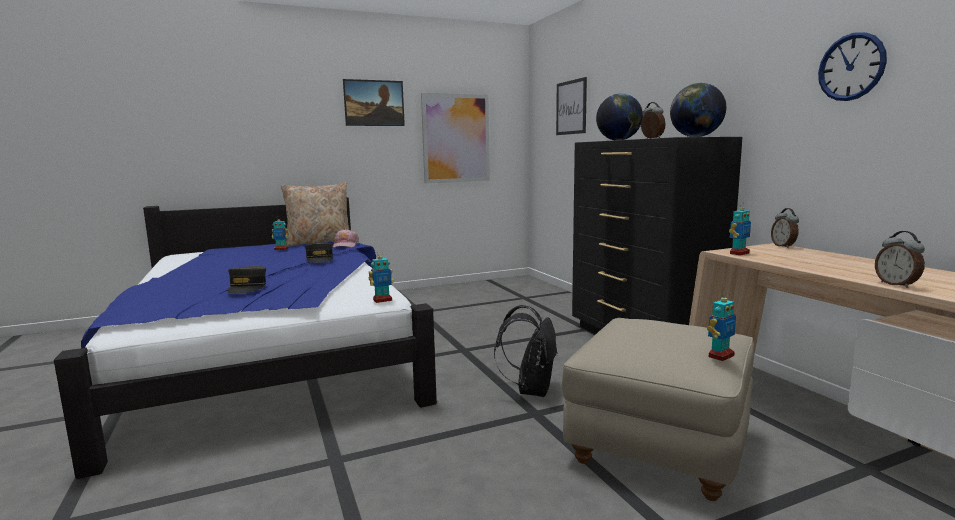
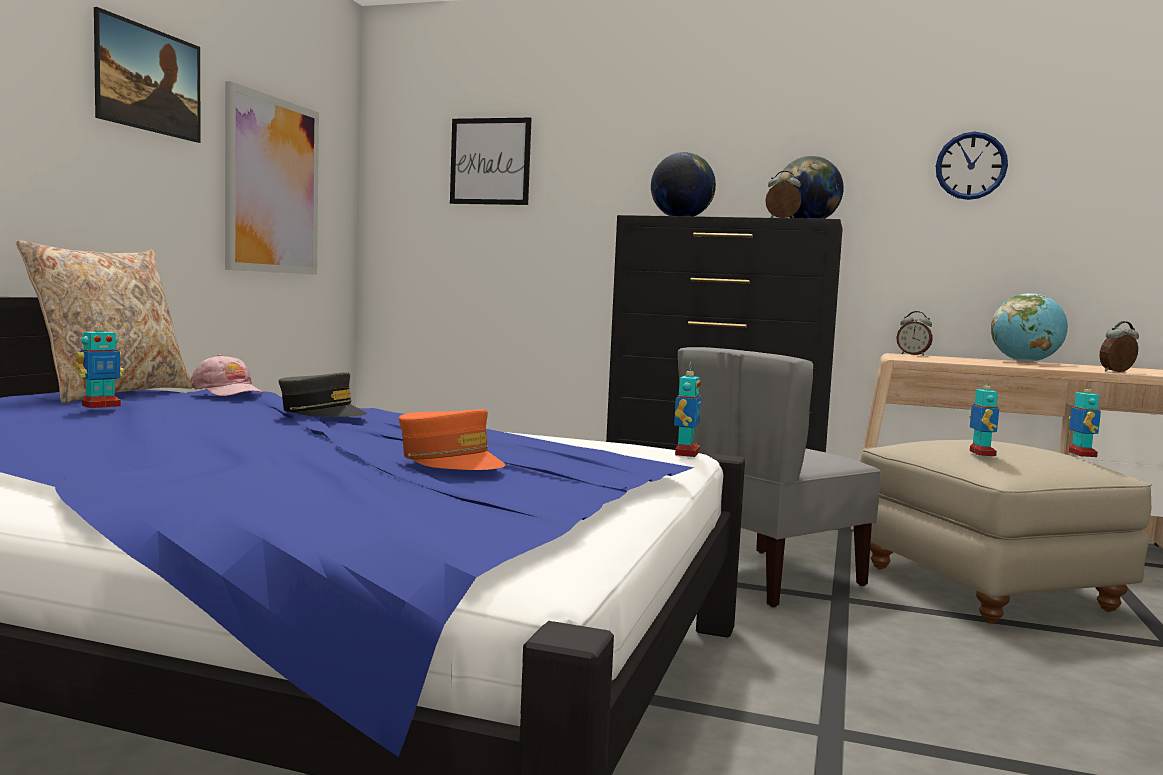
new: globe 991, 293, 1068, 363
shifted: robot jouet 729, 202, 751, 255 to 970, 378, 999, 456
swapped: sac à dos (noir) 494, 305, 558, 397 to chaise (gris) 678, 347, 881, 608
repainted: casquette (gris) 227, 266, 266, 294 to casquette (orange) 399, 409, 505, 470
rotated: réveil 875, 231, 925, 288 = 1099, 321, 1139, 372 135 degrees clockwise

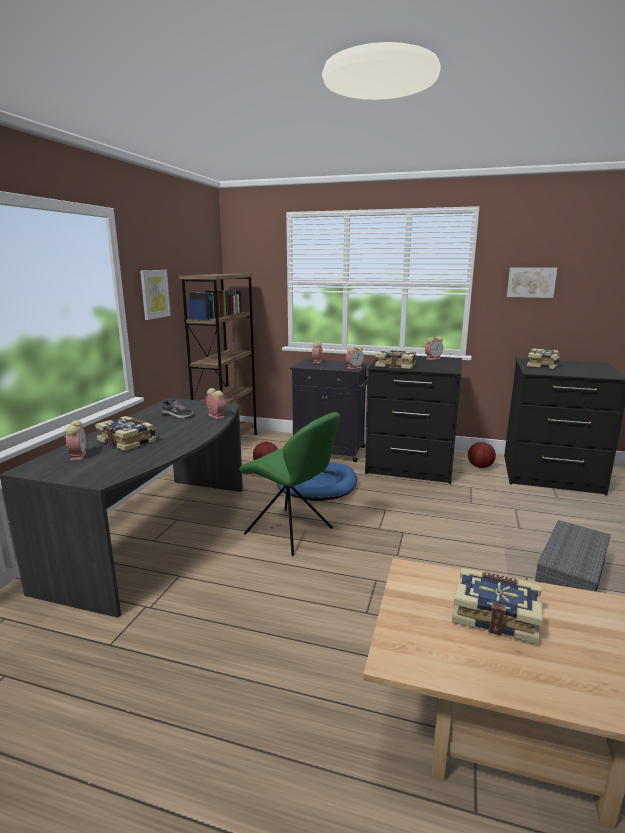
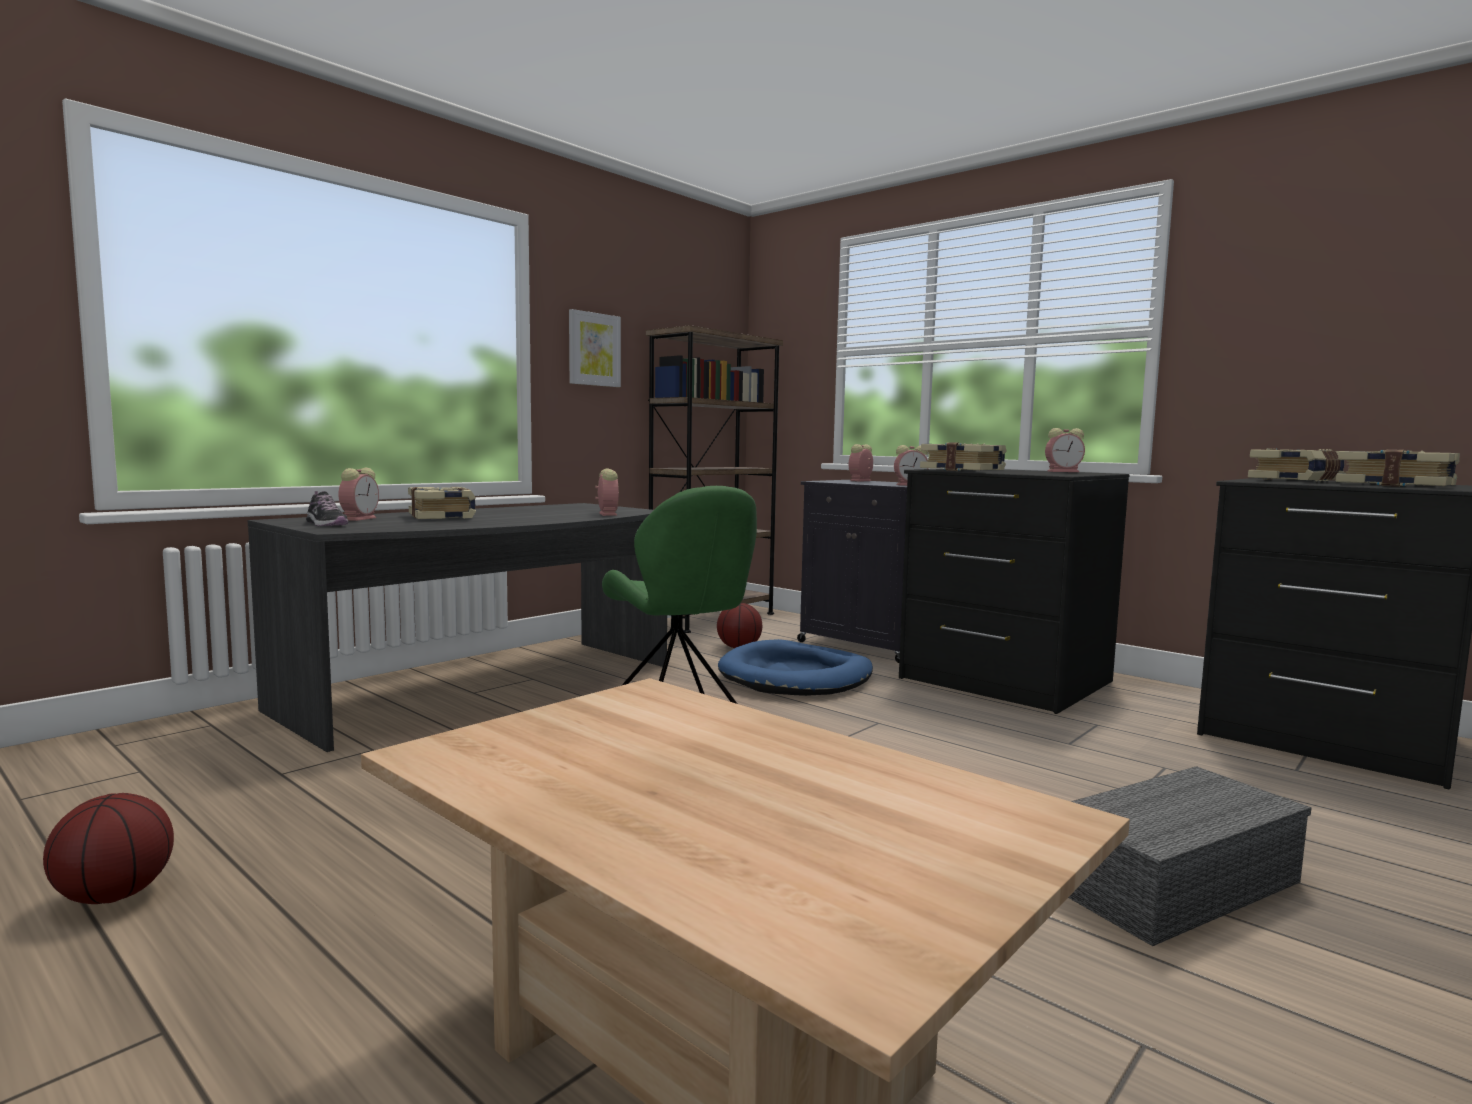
gone: tableau 507, 267, 557, 298
shifted: chaussure 161, 399, 195, 418 to 306, 491, 349, 526; ballon de basket 468, 442, 496, 468 to 43, 793, 174, 904; livre 452, 568, 543, 645 to 1336, 449, 1460, 487

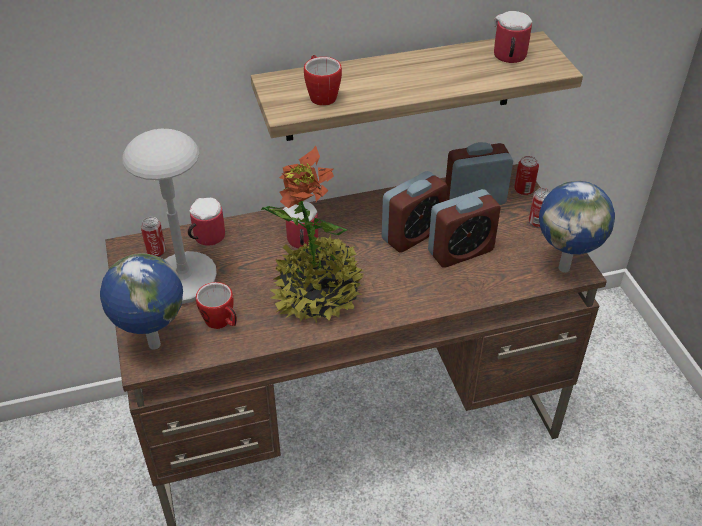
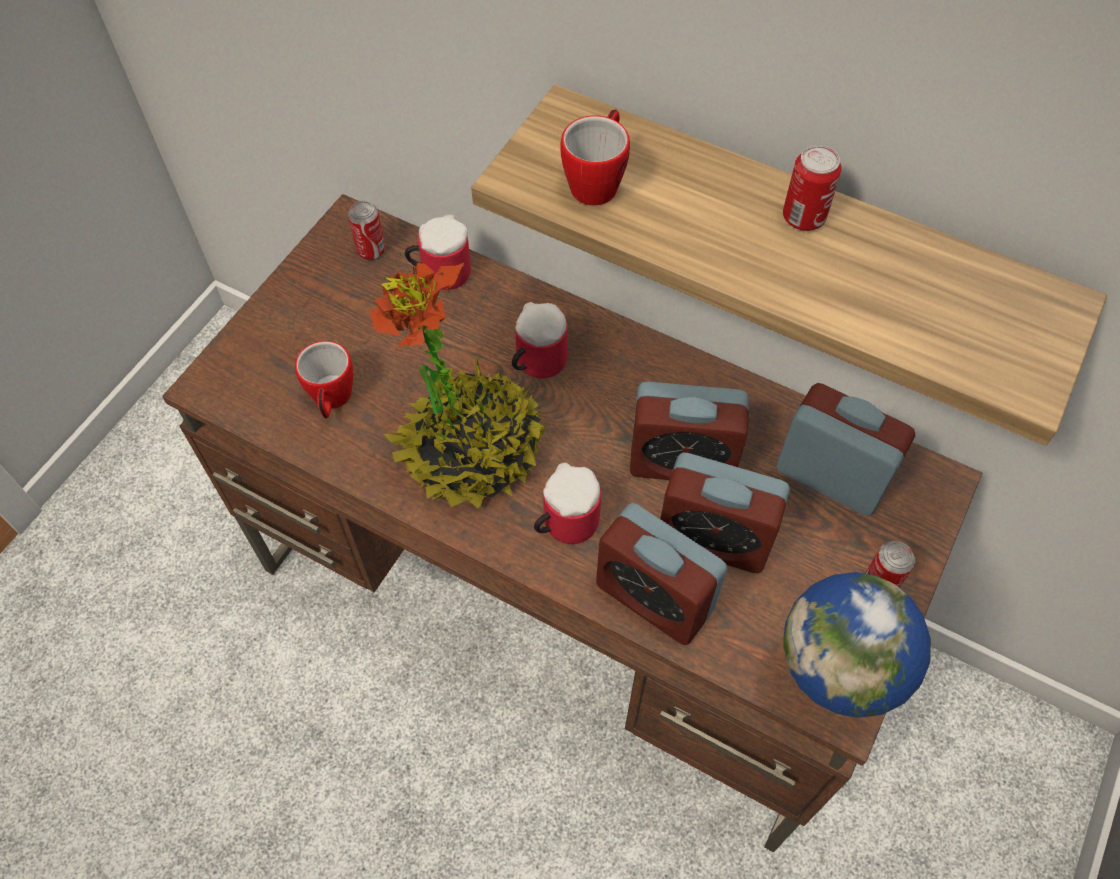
gone: lampe de table (gris) 122, 128, 217, 304; globe 100, 253, 183, 350
new: réveil 596, 503, 728, 645
shifted: mug 494, 11, 532, 63 to 534, 462, 601, 544; boîte métallique 514, 156, 539, 195 to 783, 145, 842, 231

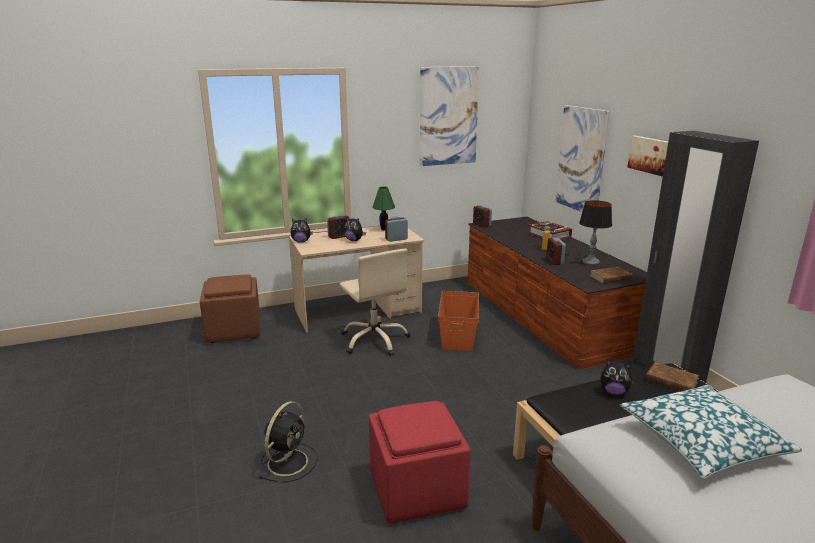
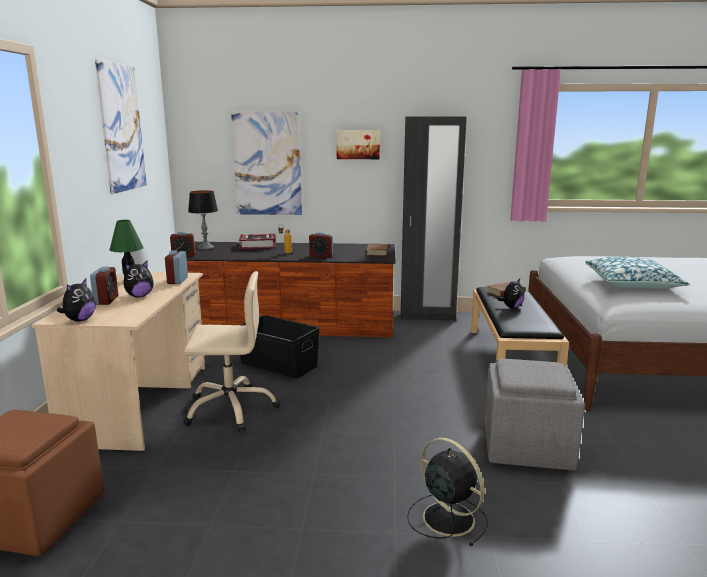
shifted: lampe de table 579, 200, 612, 265 to 188, 190, 218, 250
repainted: boîte de rangement (orange) 438, 291, 479, 351 to boîte de rangement (noir) 240, 315, 320, 378; pouf (rouge) 369, 401, 471, 524 to pouf (gris) 485, 359, 585, 470

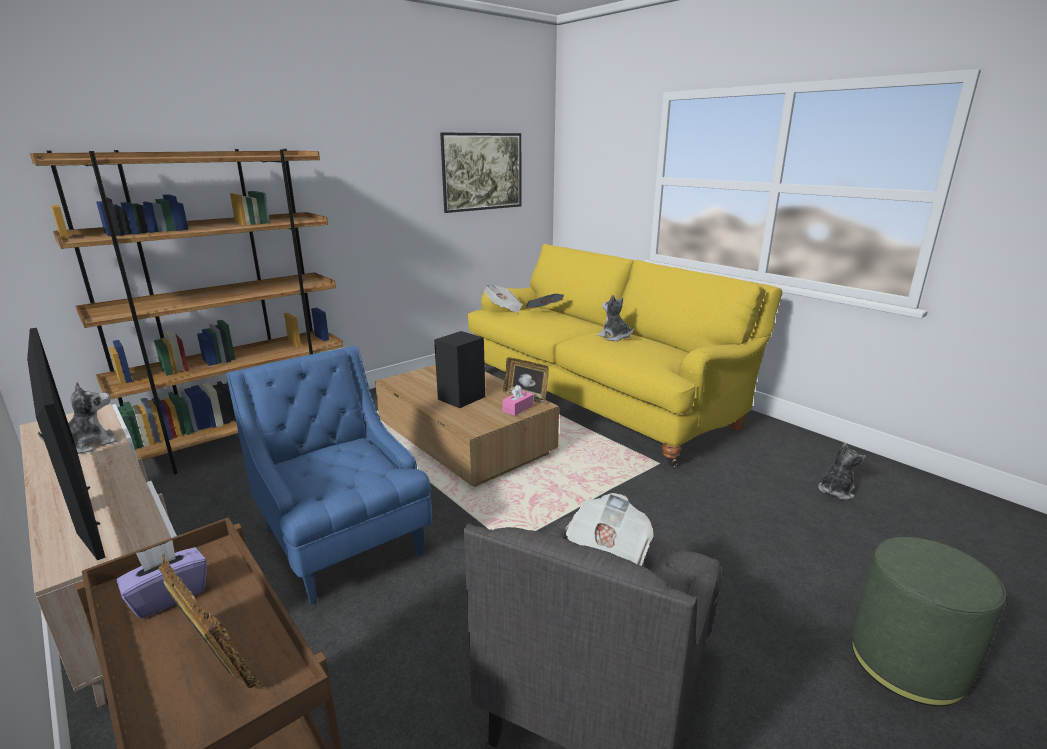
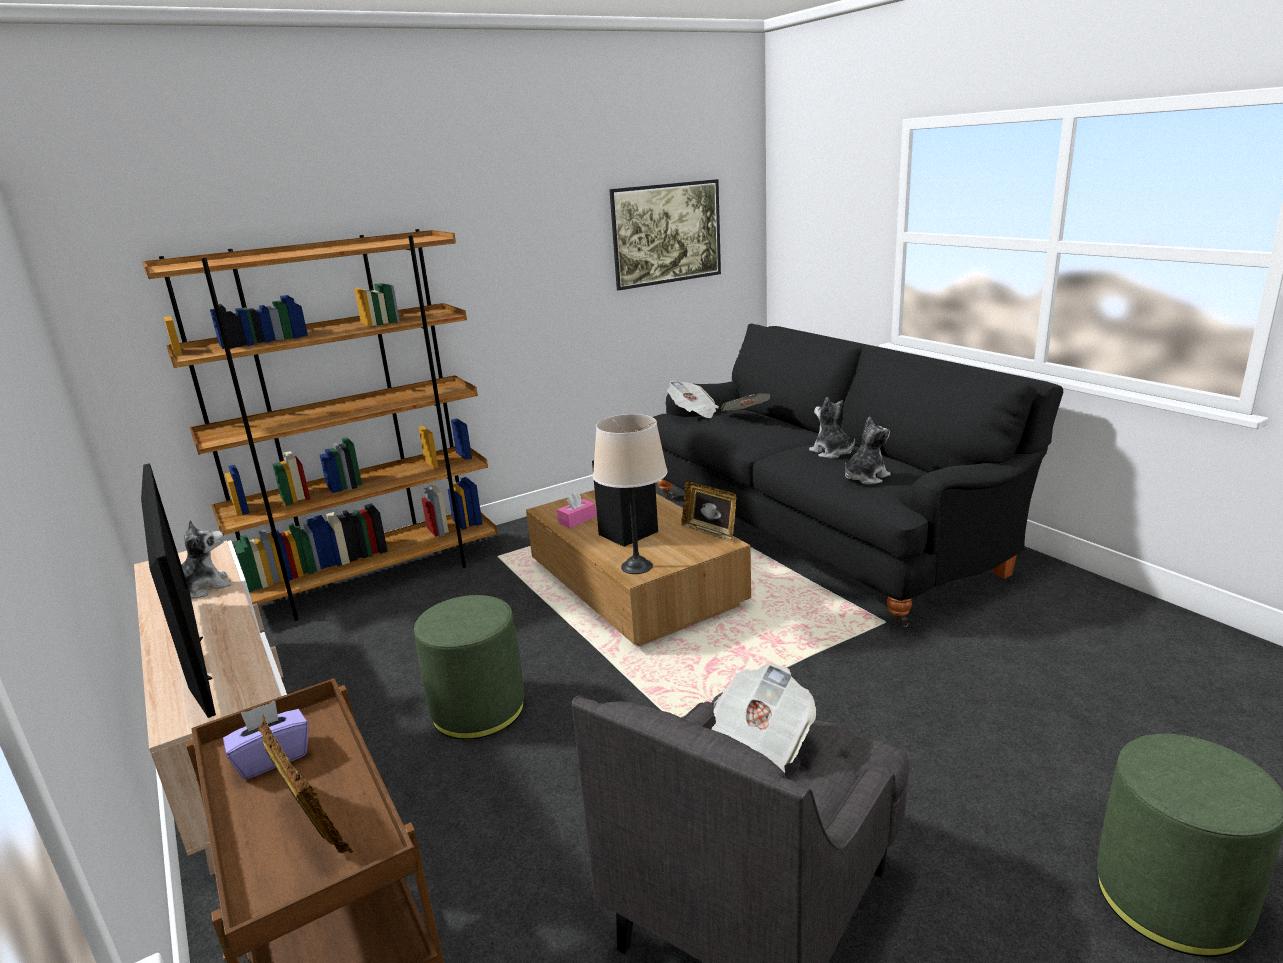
new: lampe de table (beige) 593, 414, 667, 574
shifted: boîte à mouchoirs (rose) 502, 385, 533, 416 to 557, 492, 596, 528; peluche 818, 442, 866, 500 to 845, 416, 891, 485
swapped: fauteuil (bleu) 226, 346, 432, 605 to pouf (vert) 414, 595, 524, 740
repainted: canapé (jaune) 468, 244, 782, 467 to canapé (noir) 653, 323, 1063, 627

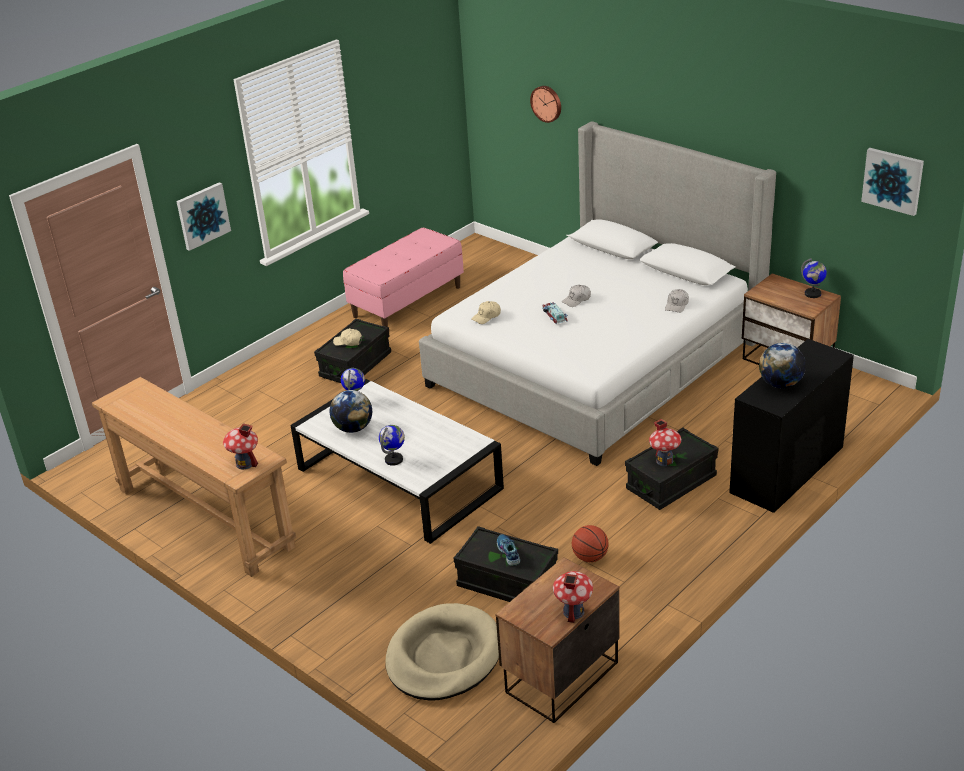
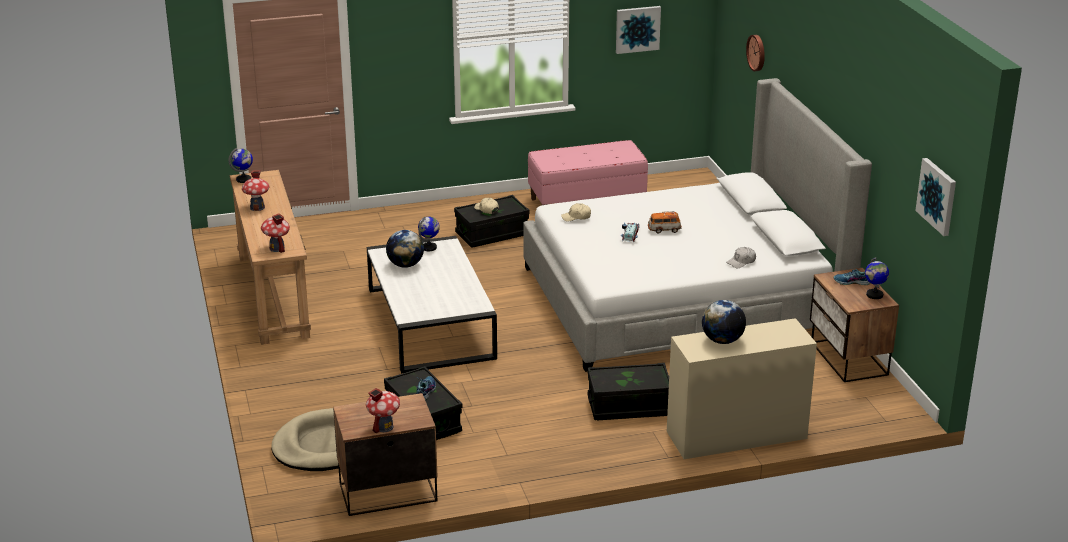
gone: ballon de basket 572, 525, 609, 562
new: chaussure 834, 269, 870, 285
shifted: tableau 176, 182, 231, 251 to 616, 6, 661, 54; maison miniature 649, 419, 681, 466 to 242, 171, 270, 211; globe 379, 425, 405, 466 to 228, 148, 253, 183
swapped: casquette (blanc) 562, 285, 591, 307 to petite voiture 648, 211, 682, 233
repainted: bureau (noir) 729, 339, 854, 513 to bureau (beige) 667, 318, 817, 459

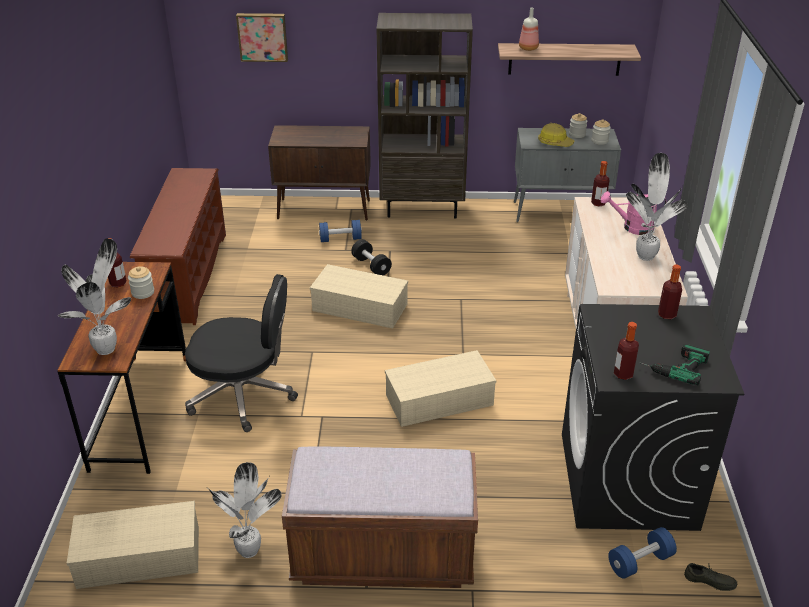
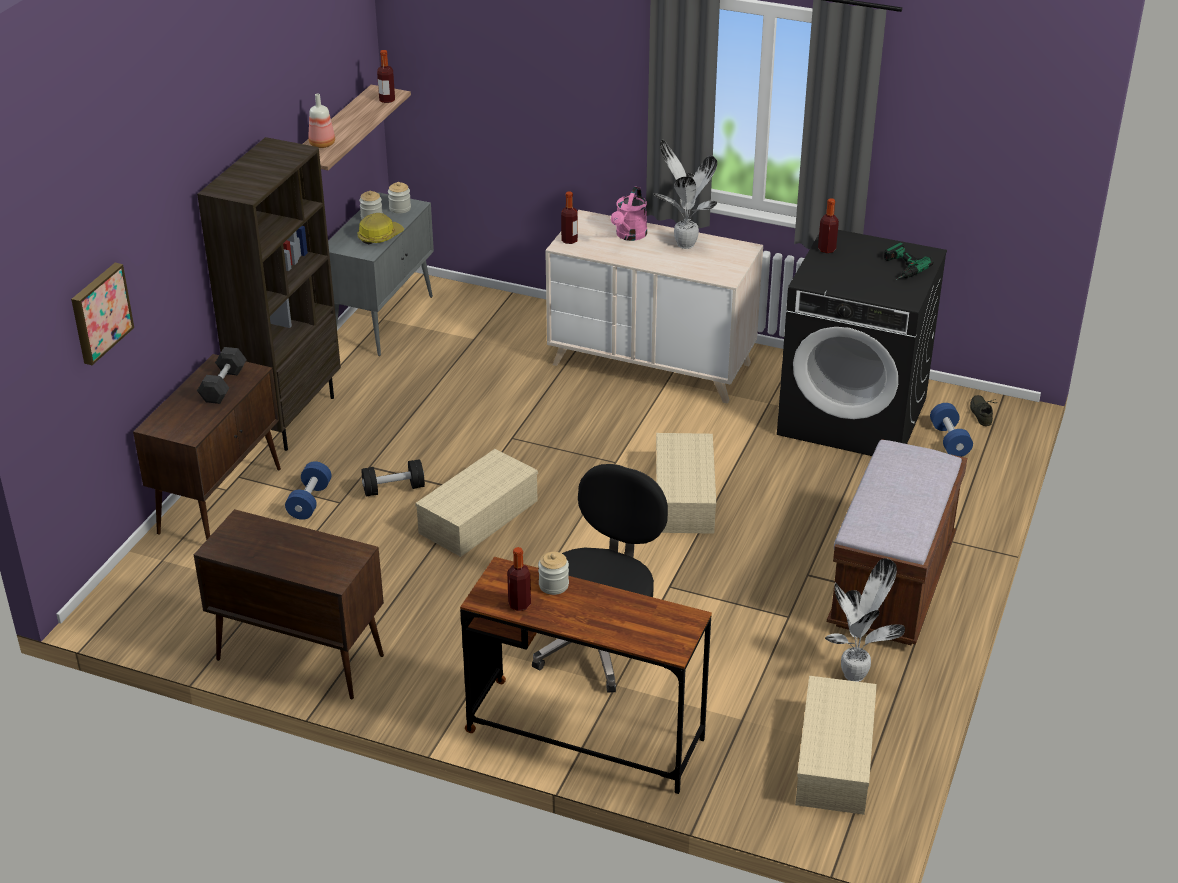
gone: plante en pot 58, 238, 131, 355
new: haltère (gris) 197, 347, 247, 404
shifted: bouteille 614, 322, 639, 380 to 377, 50, 395, 103
swapped: étagère à chaussures (marron) 130, 168, 226, 325 to meuble de rangement (marron) 194, 509, 384, 699
rotated: chaussure (gris) 684, 563, 737, 591 = 970, 395, 998, 426 45 degrees counterclockwise

